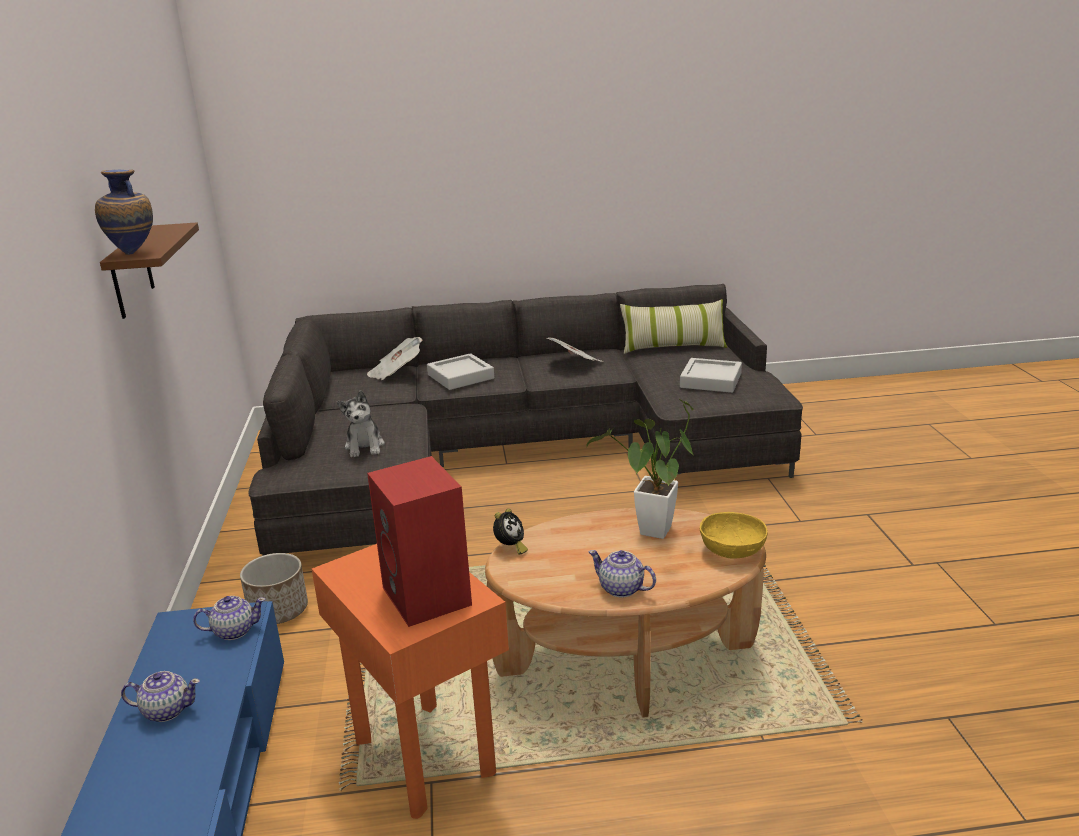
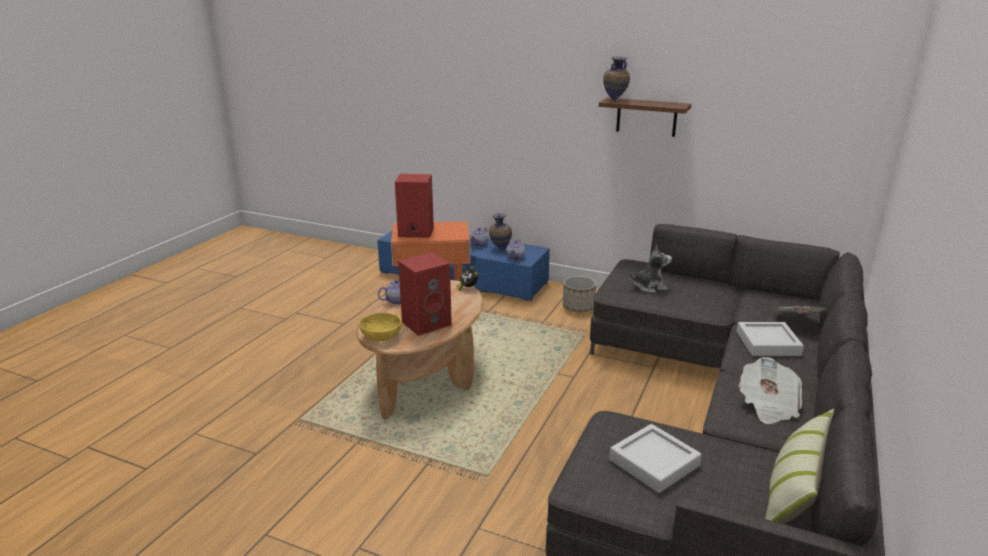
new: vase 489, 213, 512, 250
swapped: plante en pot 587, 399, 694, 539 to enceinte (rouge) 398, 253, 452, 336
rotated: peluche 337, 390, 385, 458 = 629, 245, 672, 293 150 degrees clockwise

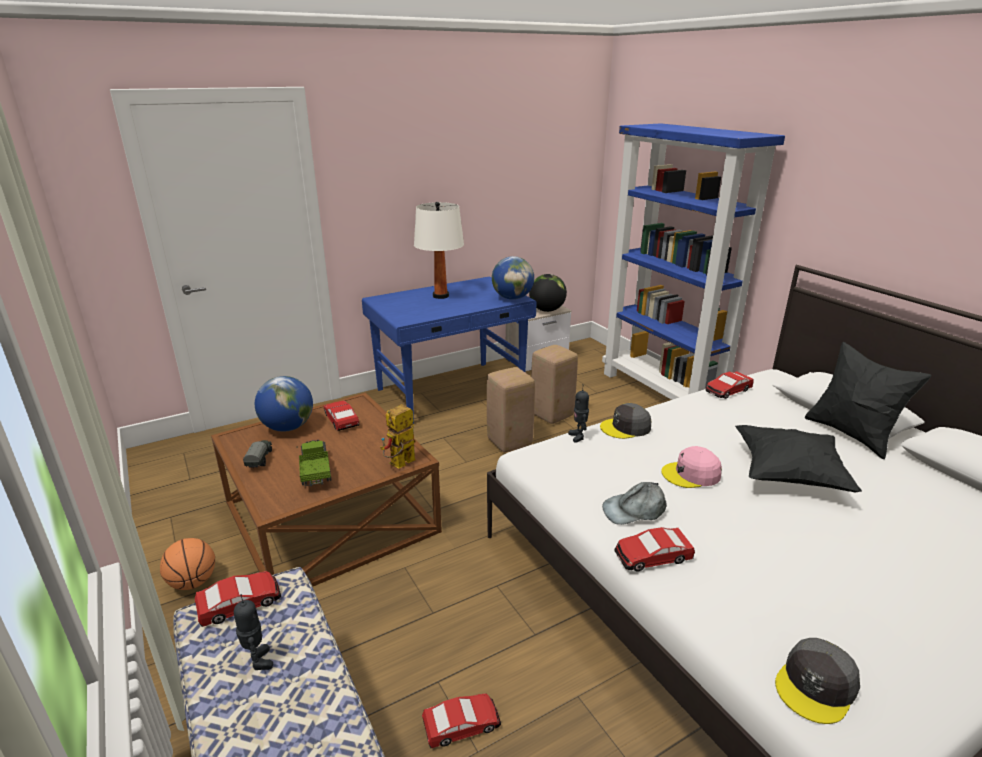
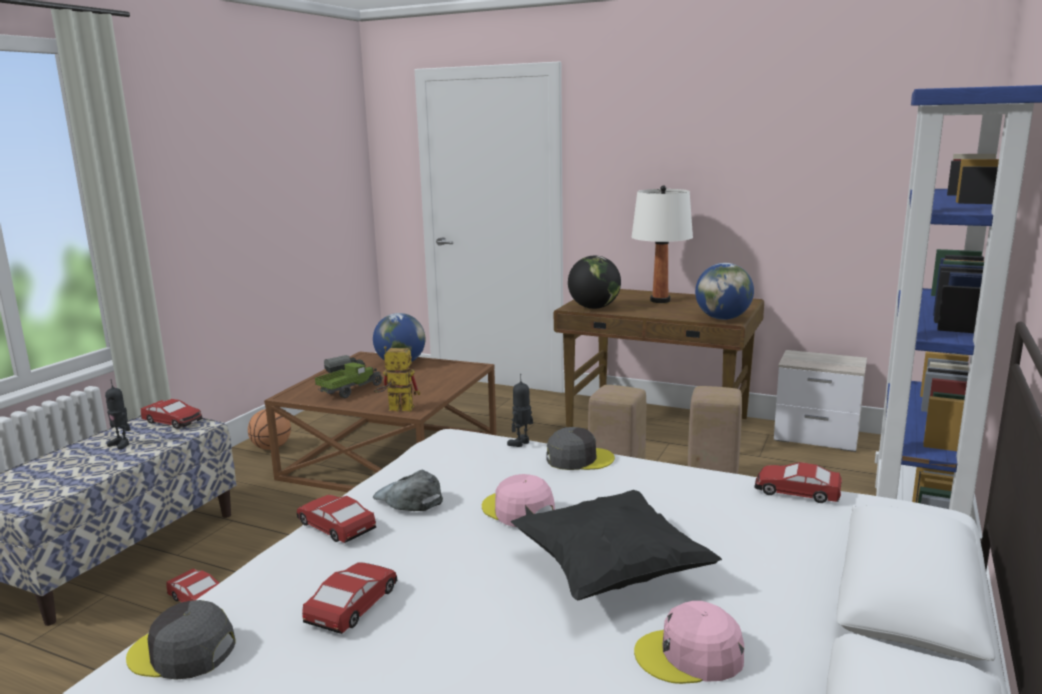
gone: coussin (noir) 805, 342, 931, 459
new: casquette (rose) 634, 601, 744, 684
shifted: globe 529, 274, 567, 312 to 568, 256, 621, 309; petite voiture 323, 401, 359, 431 to 302, 562, 397, 634
repainted: bureau (bleu) 362, 277, 537, 424 to bureau (marron) 554, 289, 764, 427
rotated: casquette (gris) 600, 403, 651, 439 = 546, 427, 615, 470 135 degrees clockwise; robot jouet 234, 594, 273, 670 = 105, 379, 131, 449 90 degrees clockwise

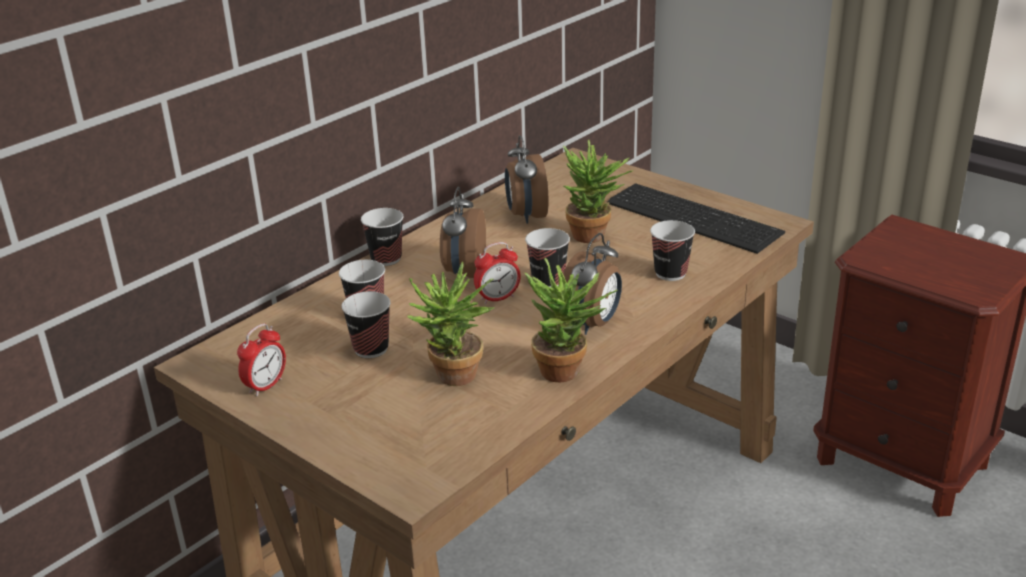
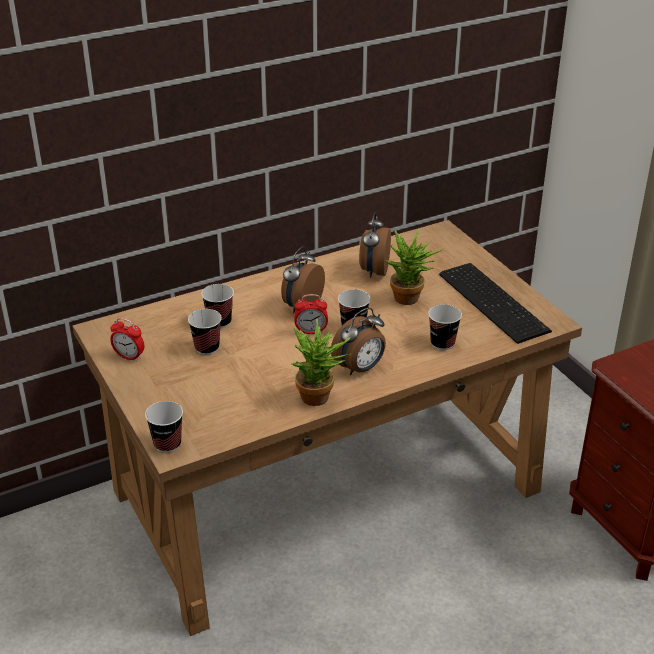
gone: plante en pot 407, 262, 494, 386
shifted: tasse 361, 208, 404, 266 to 145, 401, 183, 453
rotated: réveil 237, 323, 286, 396 = 110, 318, 144, 362 60 degrees clockwise

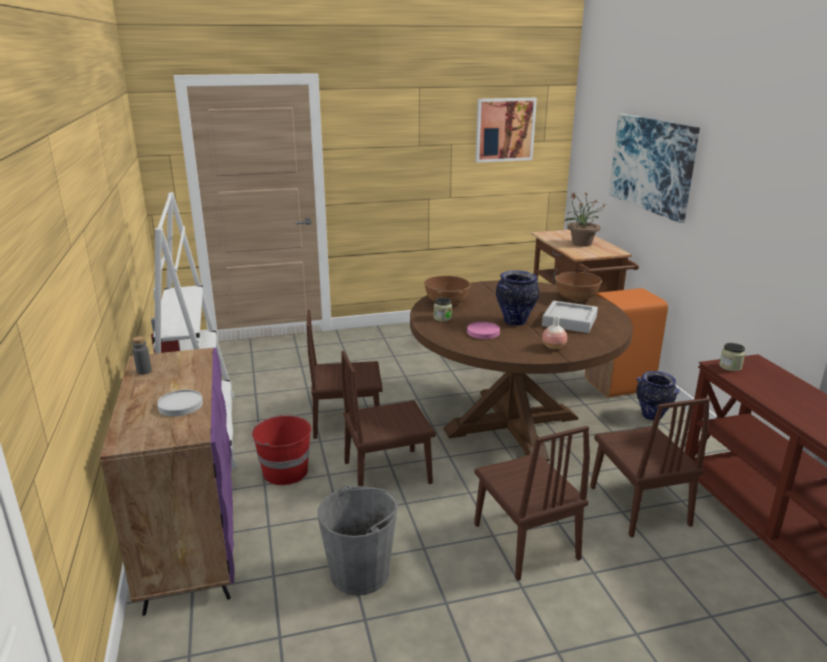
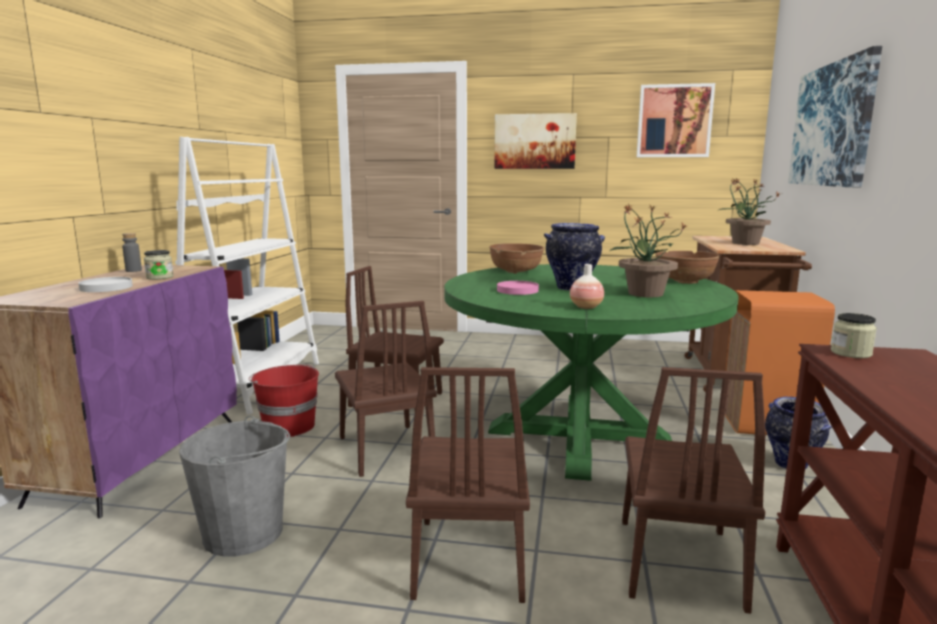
new: tableau 494, 113, 577, 169
shifted: bocal 434, 298, 452, 322 to 144, 250, 174, 280
swapped: plateau (gris) 542, 301, 598, 333 to plante en pot 610, 204, 687, 297
repainted: table à manger (marron) 410, 280, 633, 461 to table à manger (vert) 444, 264, 739, 481
rotated: chaise (marron) 341, 351, 436, 486 = 335, 301, 437, 477 120 degrees counterclockwise

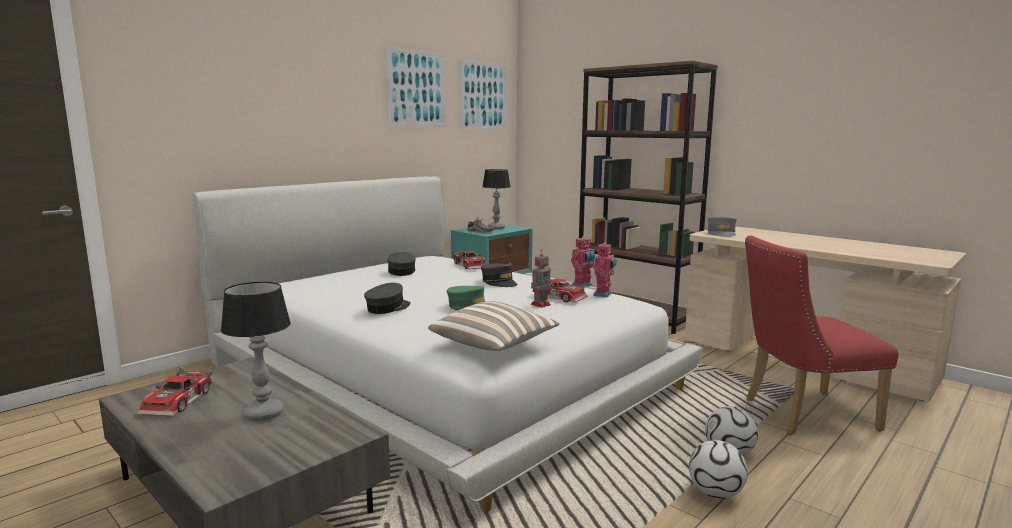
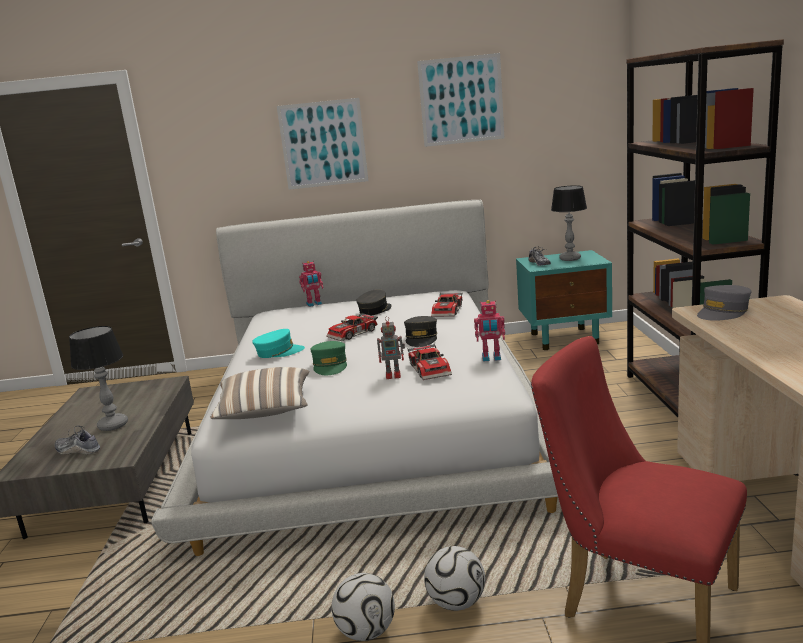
new: chaussure 55, 425, 100, 455
shifted: tableau 459, 59, 507, 130 to 277, 98, 368, 190; robot jouet 593, 242, 617, 297 to 299, 261, 324, 307; petite voiture 137, 370, 212, 417 to 326, 313, 378, 341
repainted: casquette (gris) 364, 283, 411, 314 to casquette (turquoise) 252, 329, 305, 358

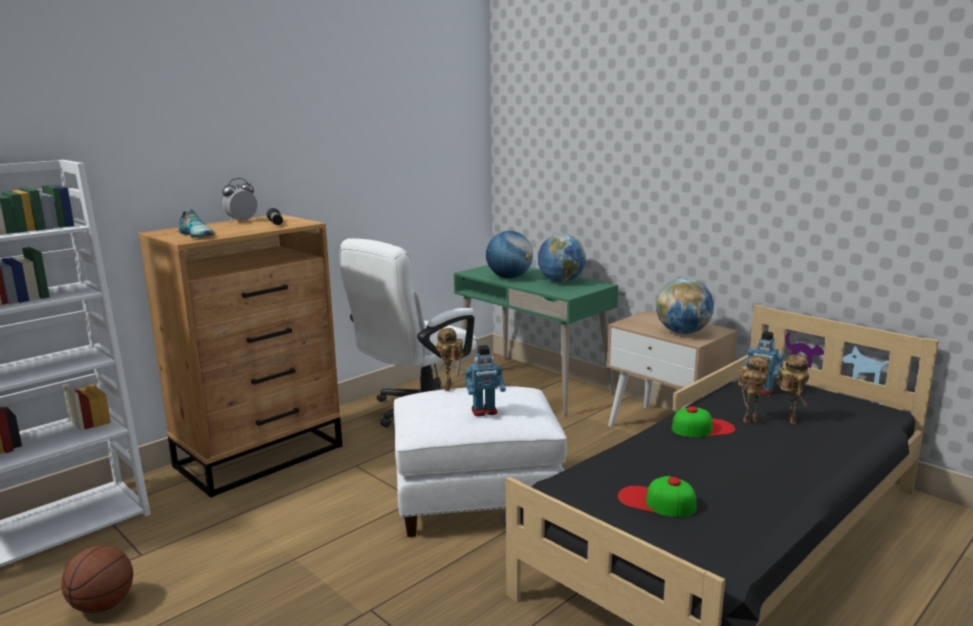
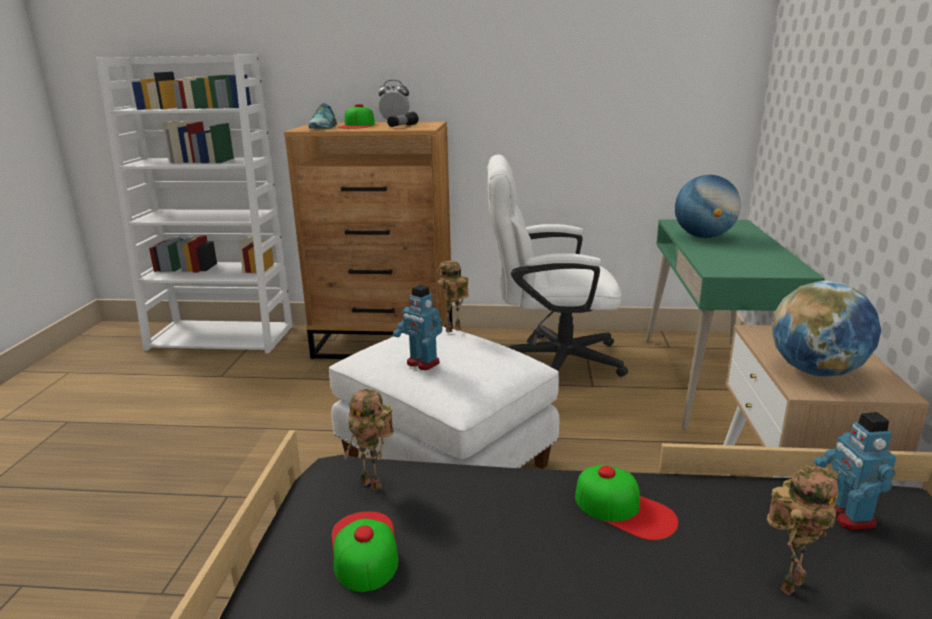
gone: globe 538, 234, 586, 283; ballon de basket 61, 545, 133, 613
new: casquette 338, 104, 375, 129
shifted: robot jouet 738, 356, 770, 423 to 344, 389, 394, 491

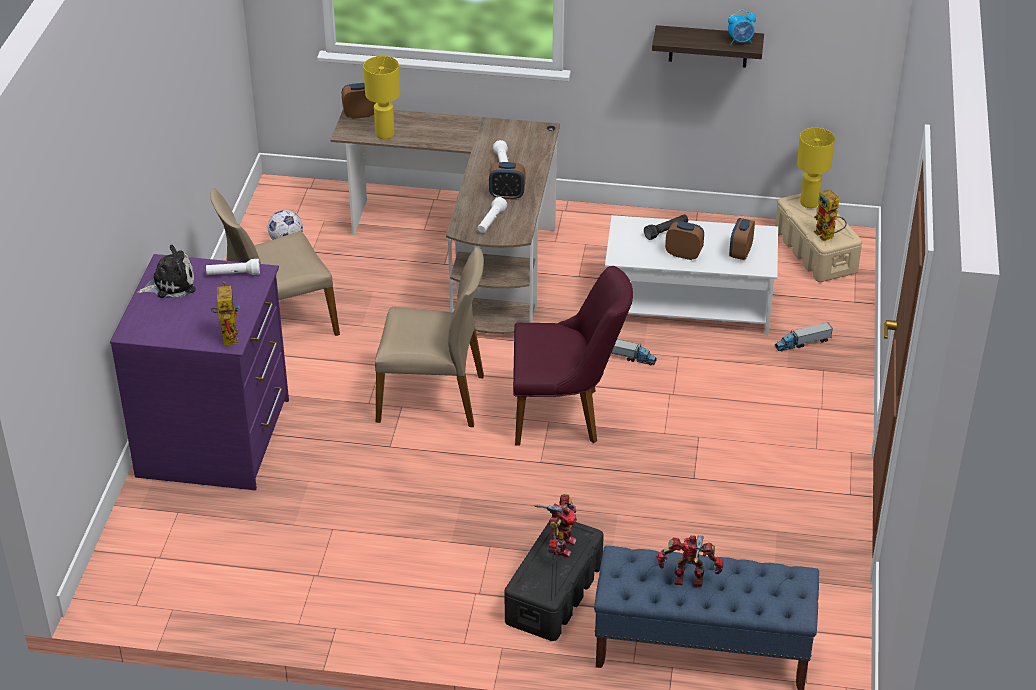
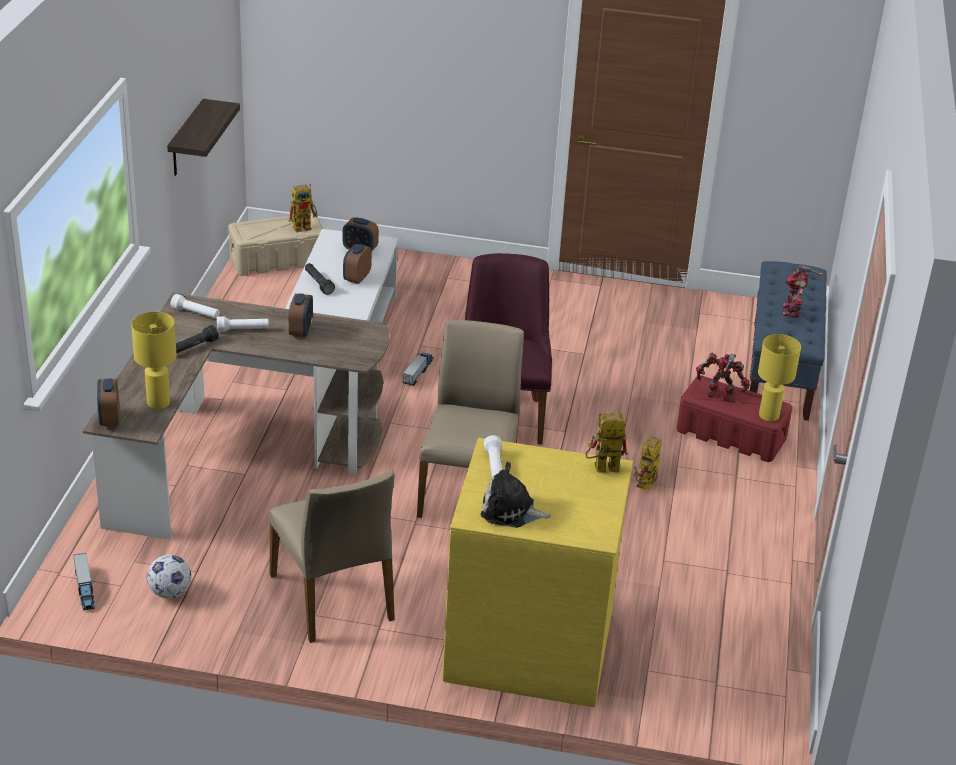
gone: réveil 728, 10, 756, 45
new: lampe de poche (noir) 176, 325, 219, 354; robot jouet 633, 436, 662, 491
shifted: lampe de table (jaune) 797, 128, 835, 208 to 758, 334, 801, 422; lampe de poche (blanc) 478, 197, 507, 233 to 171, 294, 220, 319; camion jouet 774, 322, 833, 352 to 73, 553, 95, 611
repainted: commode (violet) 110, 254, 289, 490 to commode (jaune) 442, 438, 633, 707; boîte de rangement (noir) 505, 522, 604, 641 to boîte de rangement (rouge) 677, 375, 792, 462
rotated: peluche 137, 245, 196, 298 = 481, 462, 551, 528 60 degrees counterclockwise

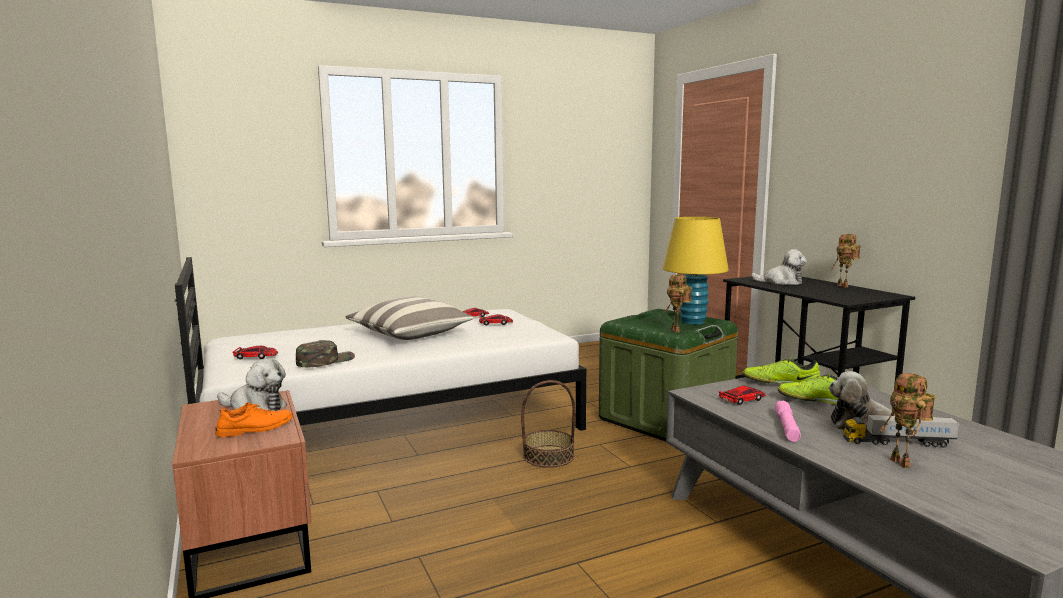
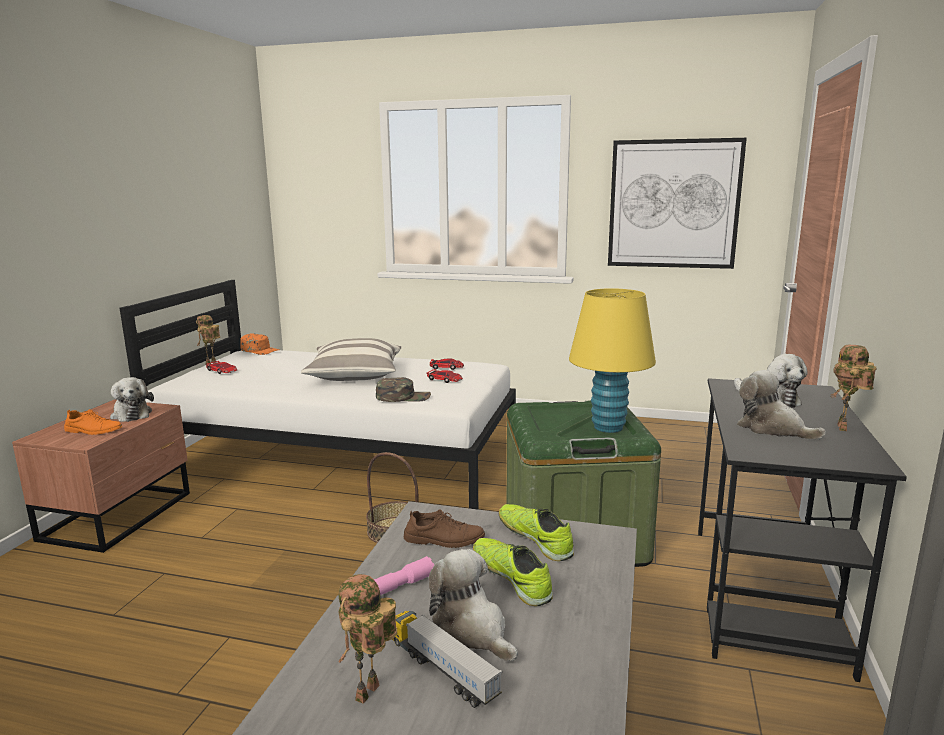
new: tableau 608, 138, 747, 269; casquette (orange) 240, 333, 279, 355; peluche 737, 370, 826, 440
shifted: robot jouet 664, 274, 692, 333 to 196, 315, 220, 364; casquette (vert) 296, 340, 355, 367 to 376, 377, 431, 402
swapped: petite voiture 719, 386, 766, 405 to chaussure (marron) 404, 509, 485, 548

